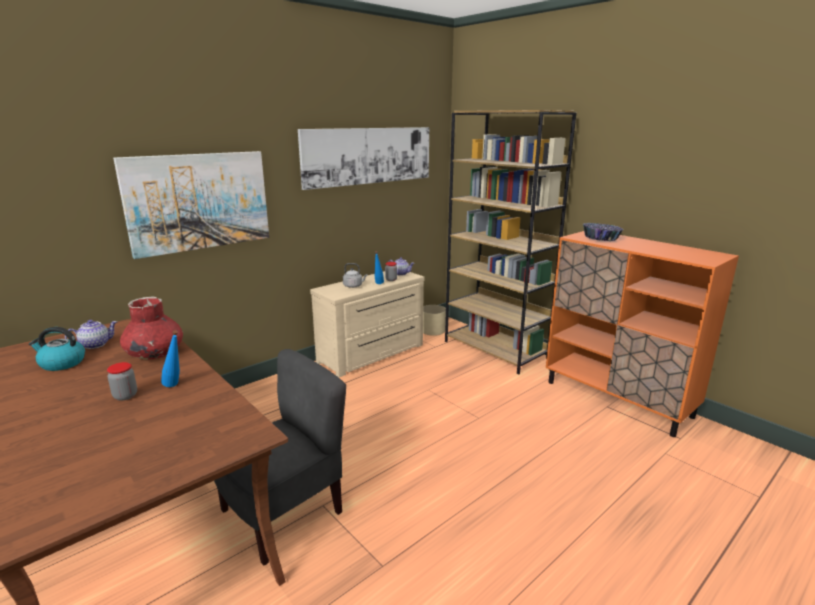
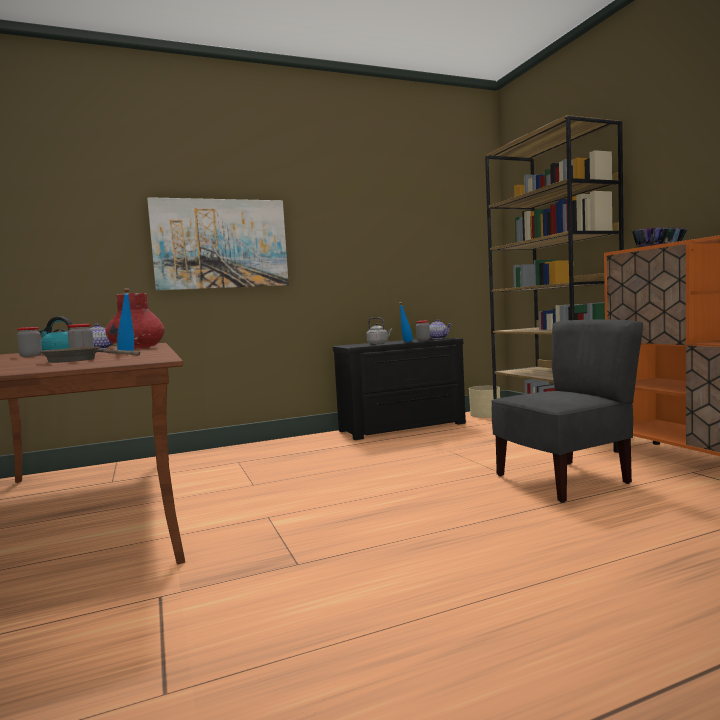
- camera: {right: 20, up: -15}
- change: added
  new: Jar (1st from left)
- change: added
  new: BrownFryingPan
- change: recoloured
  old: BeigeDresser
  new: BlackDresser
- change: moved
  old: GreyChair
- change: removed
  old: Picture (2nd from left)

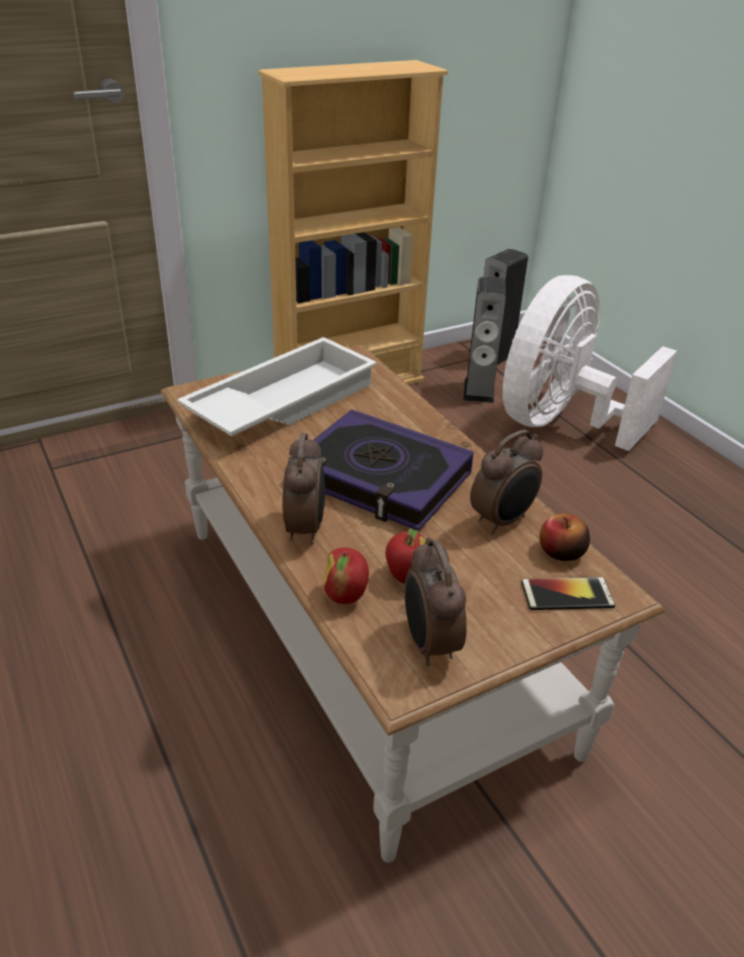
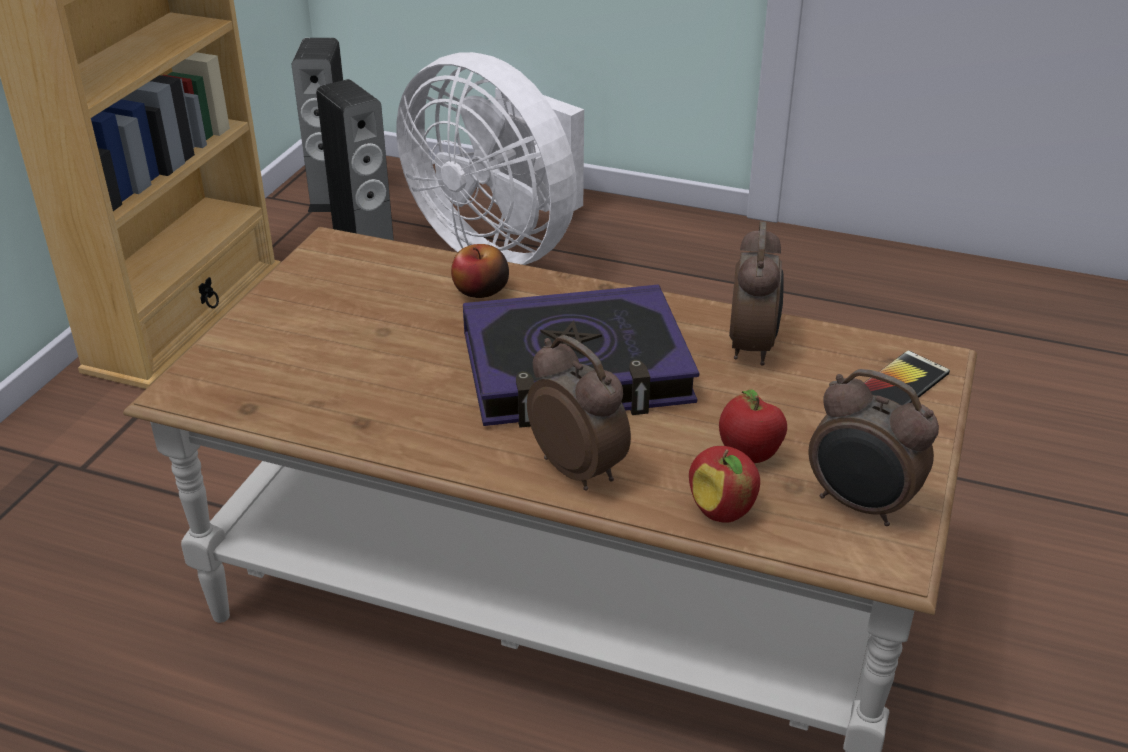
- camera: {right: -40, up: 0}
- change: turned
  old: WhiteFan
  degrees: -45
- change: moved
  old: Apple (3rd from left in the first image)
  new: Apple (1st from left)
- change: removed
  old: WhiteTray

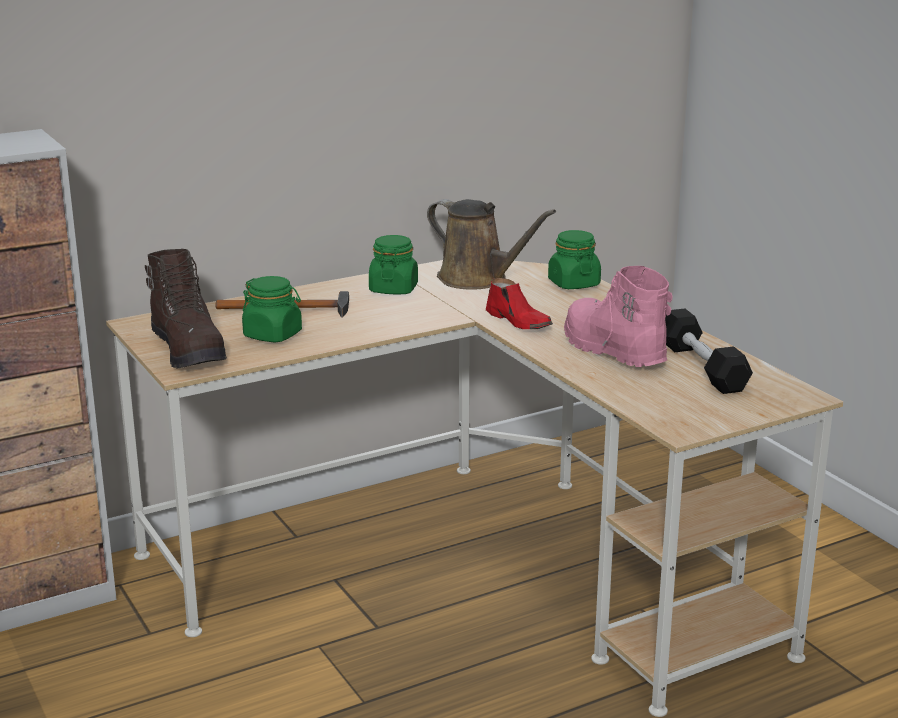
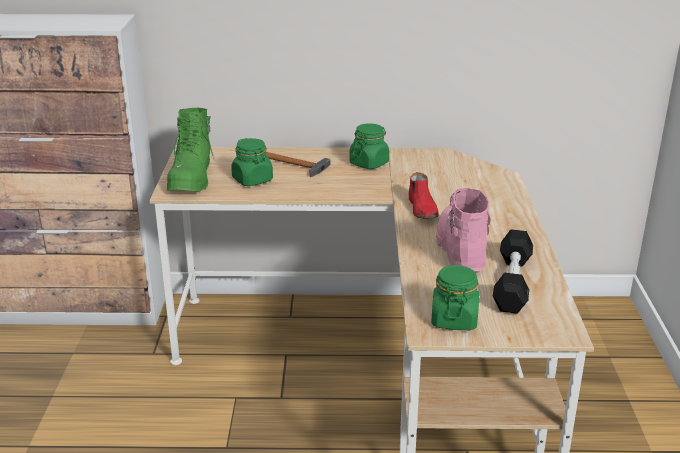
- camera: {right: 30, up: 5}
- change: recoloured
  old: BrownBoot
  new: GreenBoot
- change: moved
  old: GreenJar (3rd from left)
- change: removed
  old: BrownWateringCan

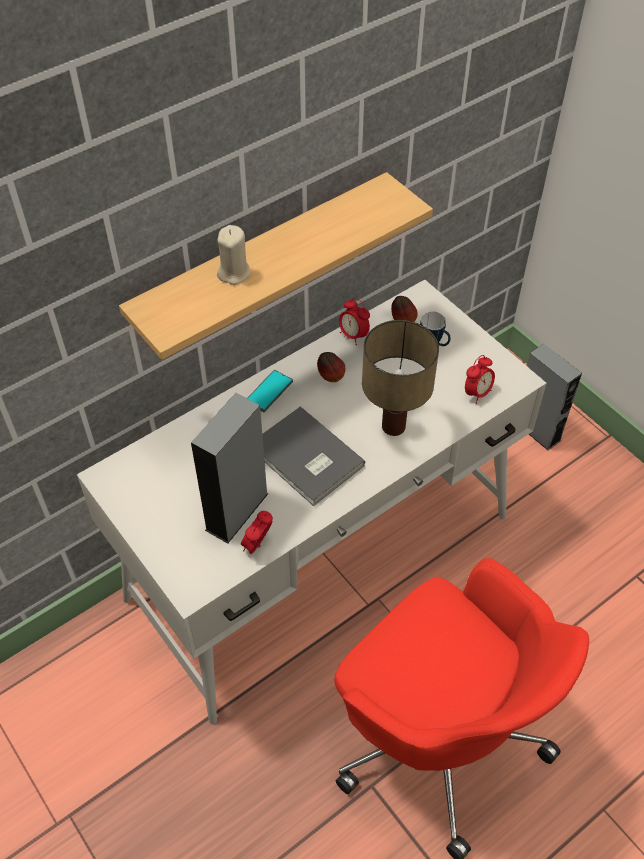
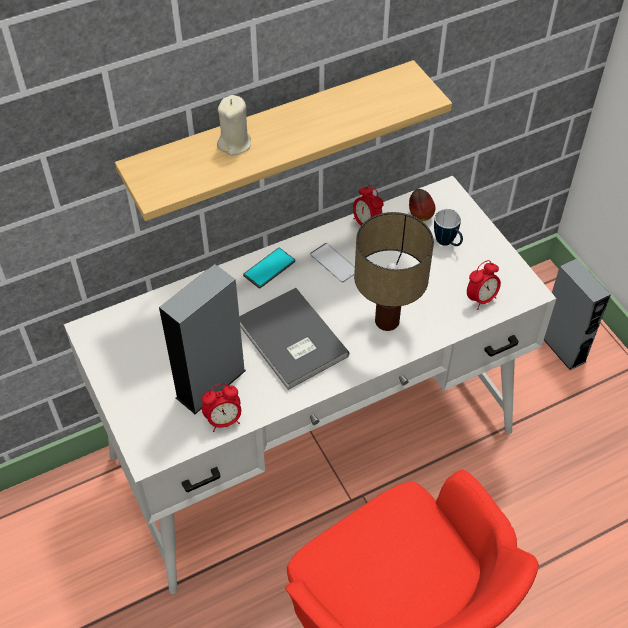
- camera: {right: 10, up: 0}
- change: turned
  old: AlarmClock (1st from left)
  degrees: -150
- change: replaced
  old: Apple (1st from left)
  new: Phone (2nd from left)

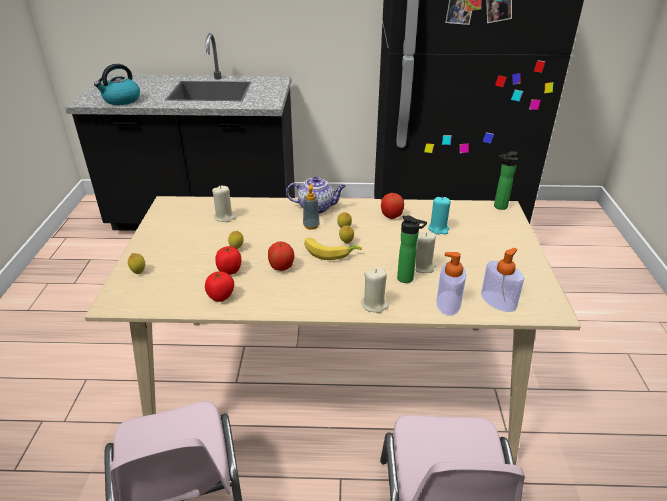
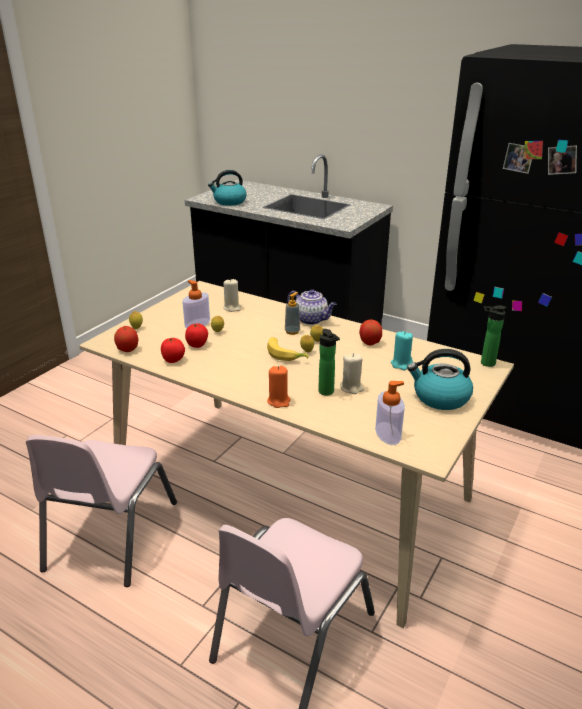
- camera: {right: 30, up: -5}
- change: moved
  old: Apple (1st from left)
- change: moved
  old: SoapDispenser (2nd from left in the first image)
  new: SoapDispenser (1st from left)
- change: recoloured
  old: BeigeCandle (2nd from left)
  new: OrangeCandle
- change: added
  new: Kettle (2nd from left)

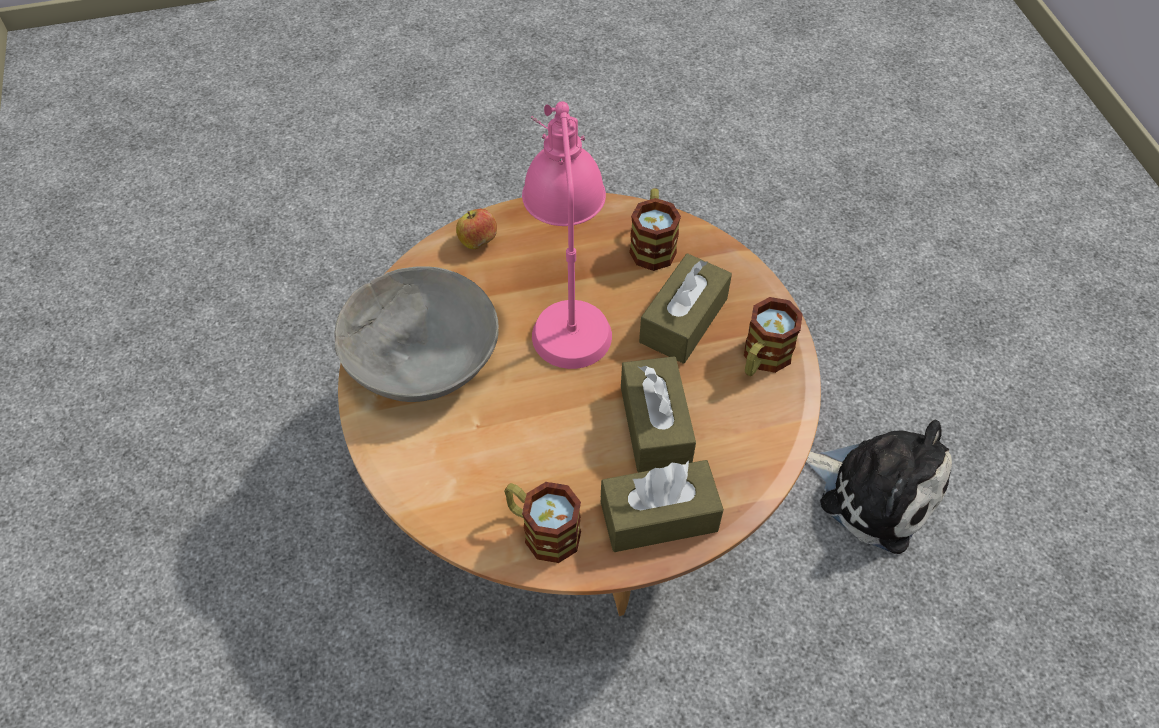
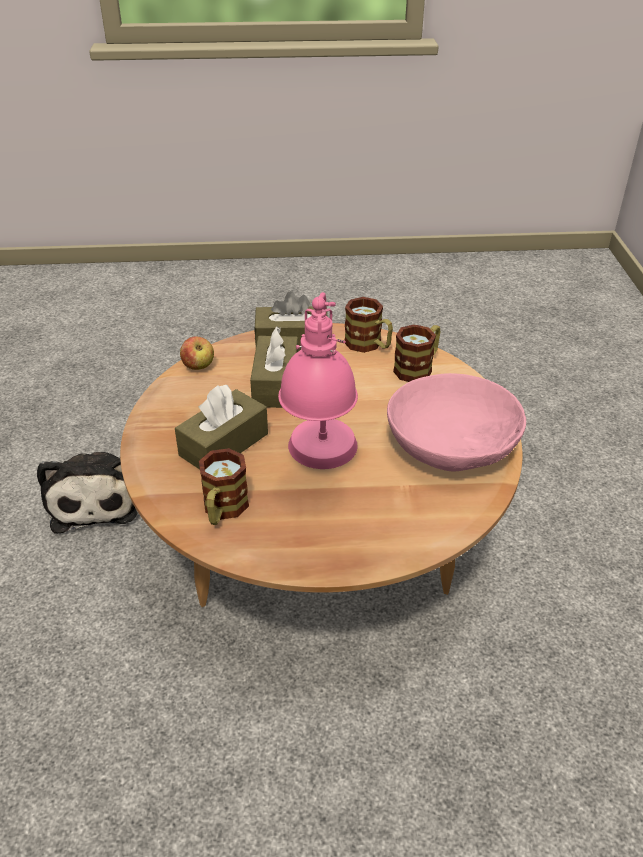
- camera: {right: -170, up: -15}
- change: turned
  old: PlushToy
  degrees: -150
- change: moved
  old: Apple
- change: recoloured
  old: GreyBowl
  new: PinkBowl
- change: moved
  old: Mug (3rd from left)

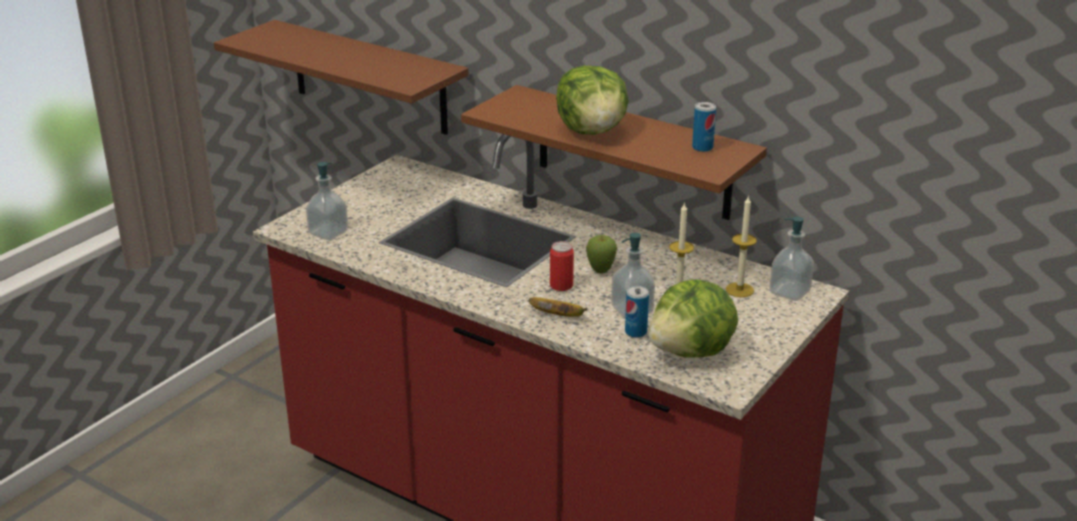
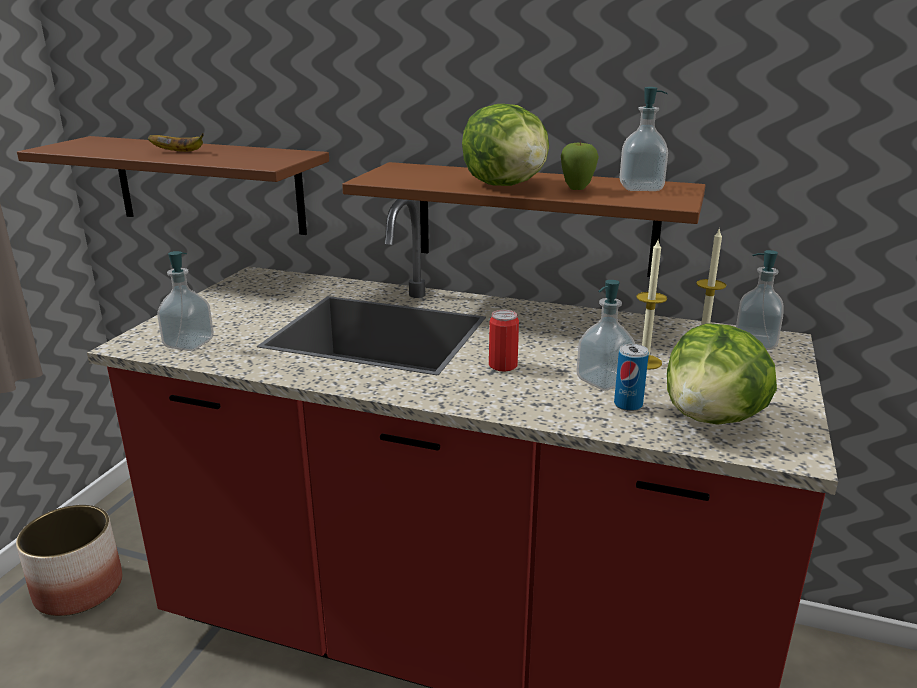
- camera: {right: -15, up: -5}
- change: added
  new: Planter
- change: moved
  old: Banana
- change: moved
  old: Apple
- change: replaced
  old: Can (3rd from left)
  new: SoapDispenser (3rd from left)

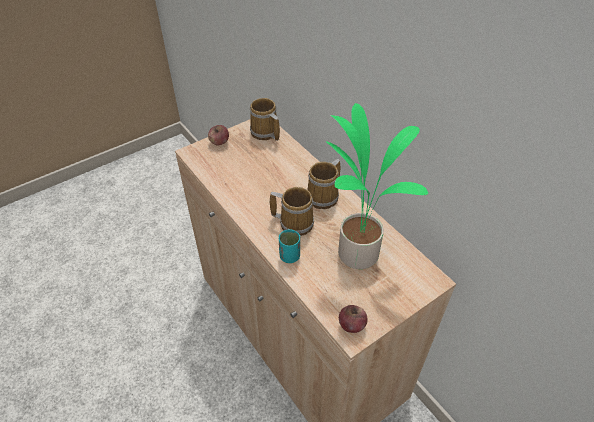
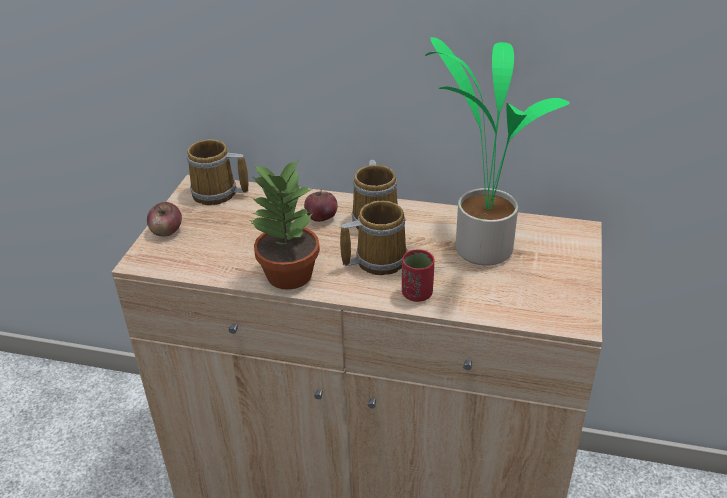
- camera: {right: -40, up: -10}
- change: added
  new: PottedPlant (1st from left)
- change: moved
  old: Apple (2nd from left)
- change: recoloured
  old: TurquoiseCup
  new: RedCup

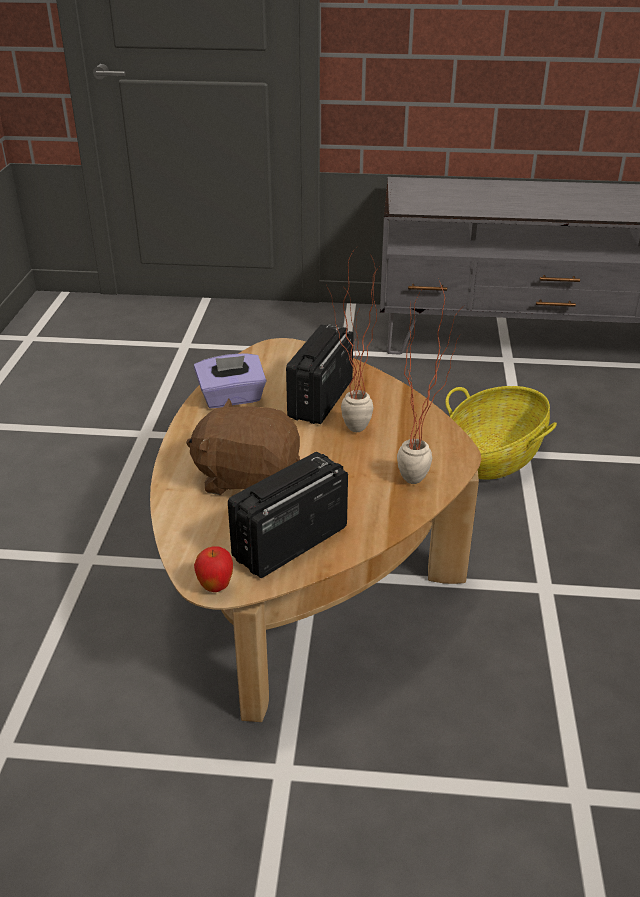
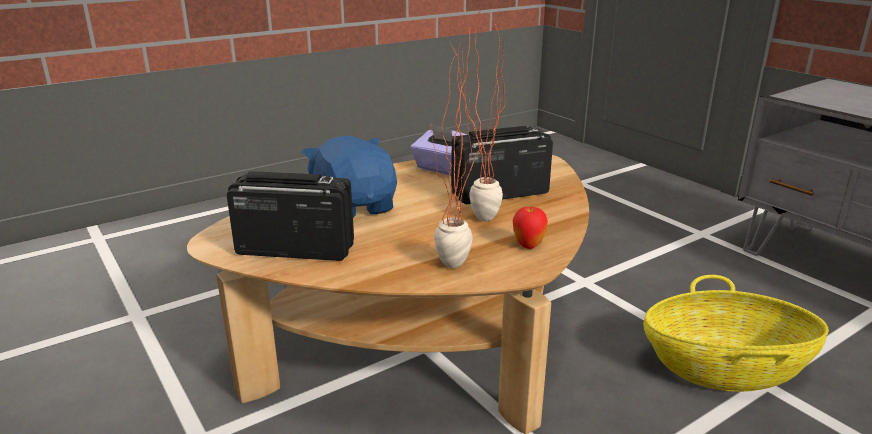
- camera: {right: 50, up: -10}
- change: recoloured
  old: BrownPlushToy
  new: BluePlushToy
- change: moved
  old: Apple

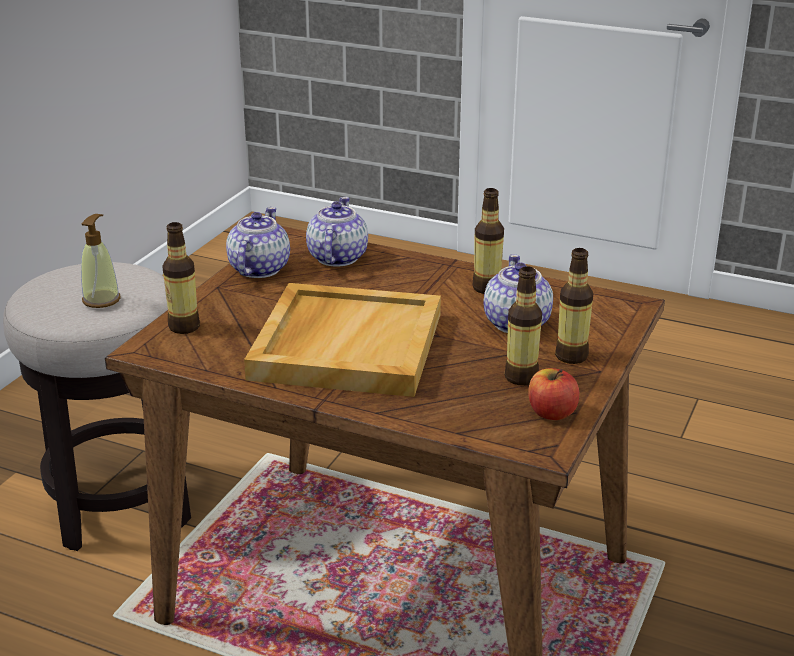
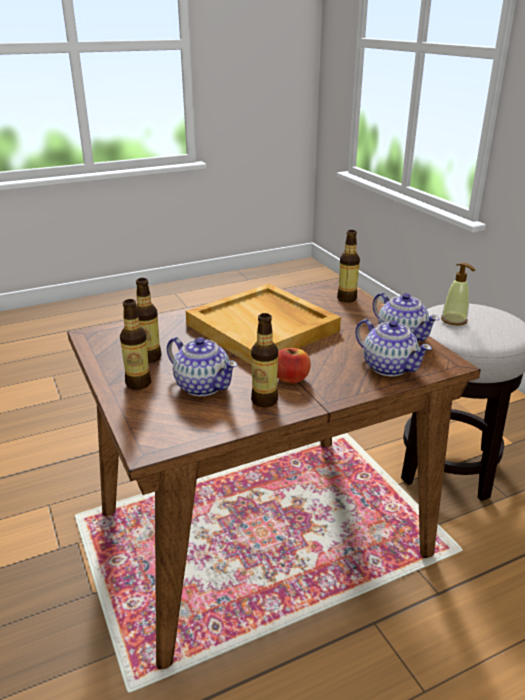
- camera: {right: 130, up: 0}
- change: moved
  old: Apple

